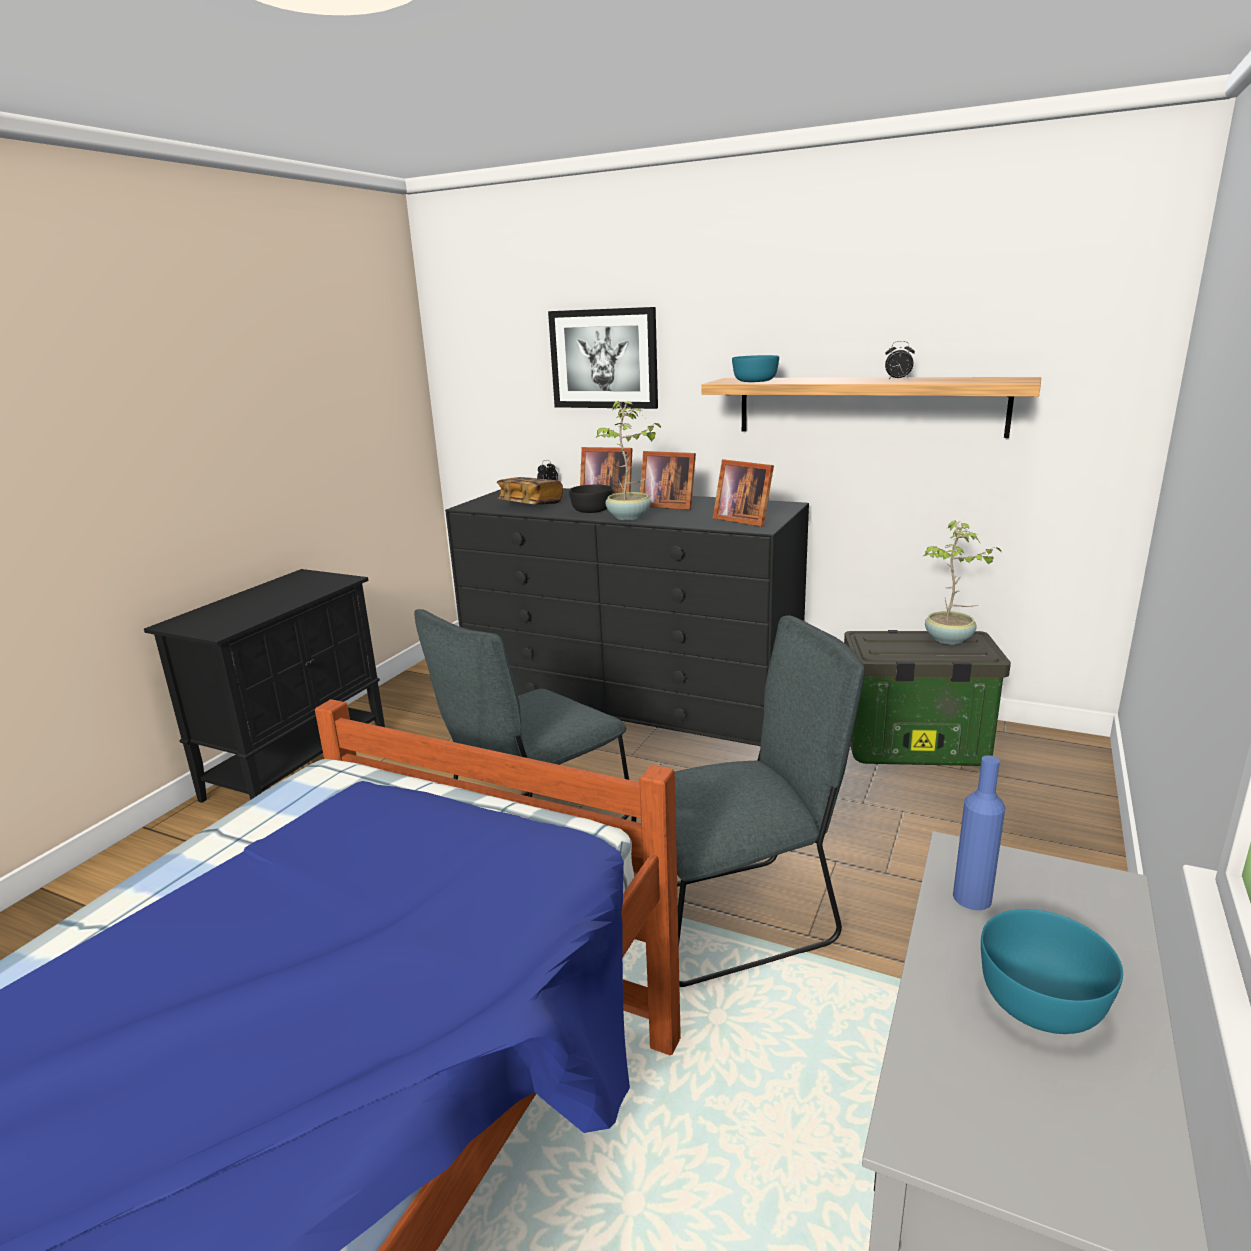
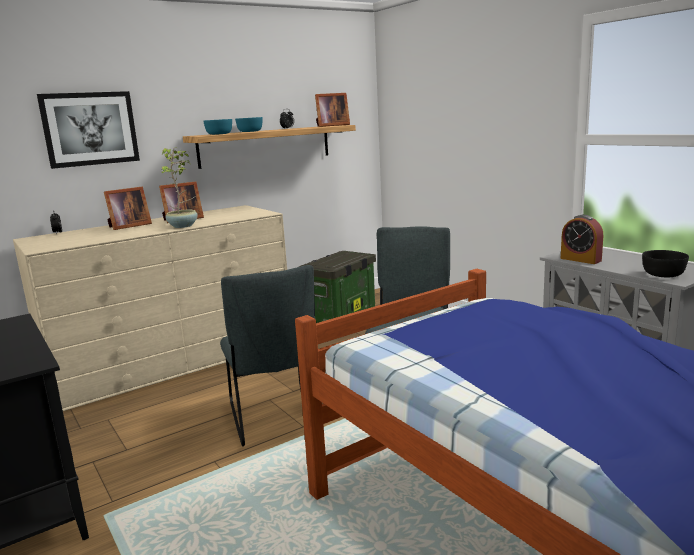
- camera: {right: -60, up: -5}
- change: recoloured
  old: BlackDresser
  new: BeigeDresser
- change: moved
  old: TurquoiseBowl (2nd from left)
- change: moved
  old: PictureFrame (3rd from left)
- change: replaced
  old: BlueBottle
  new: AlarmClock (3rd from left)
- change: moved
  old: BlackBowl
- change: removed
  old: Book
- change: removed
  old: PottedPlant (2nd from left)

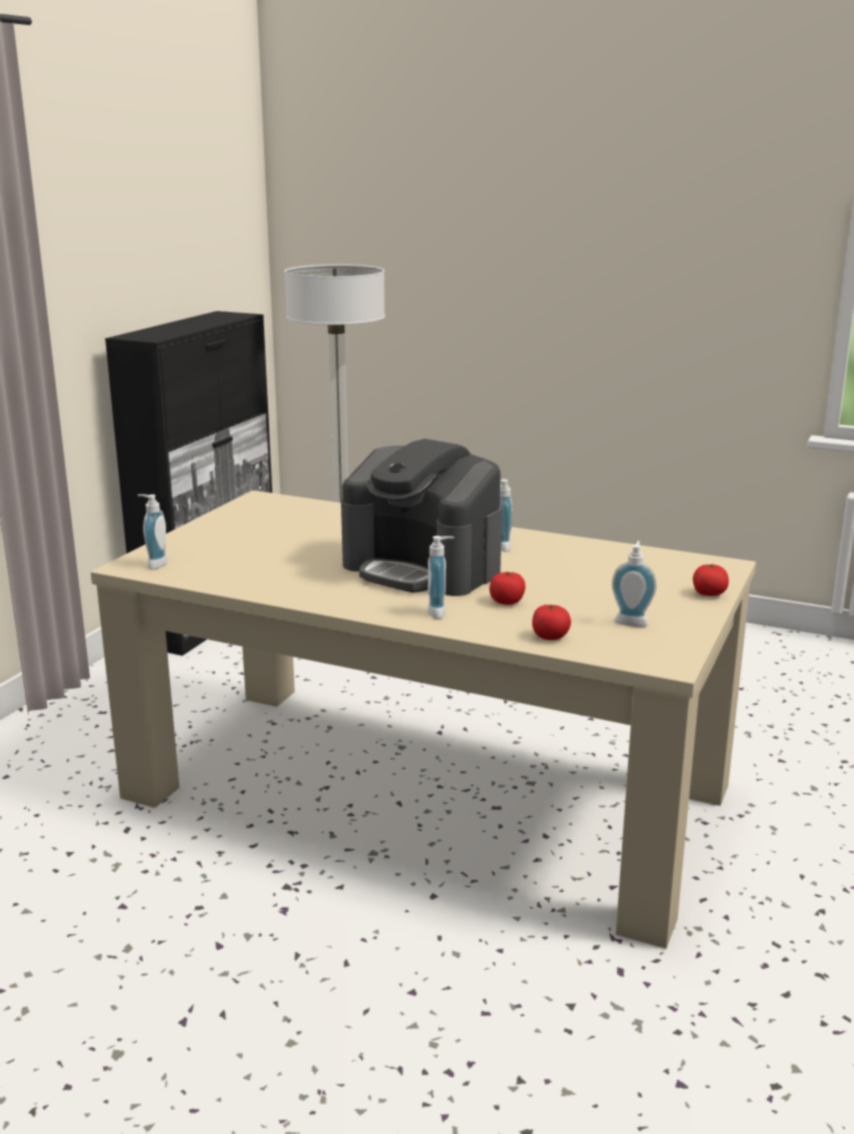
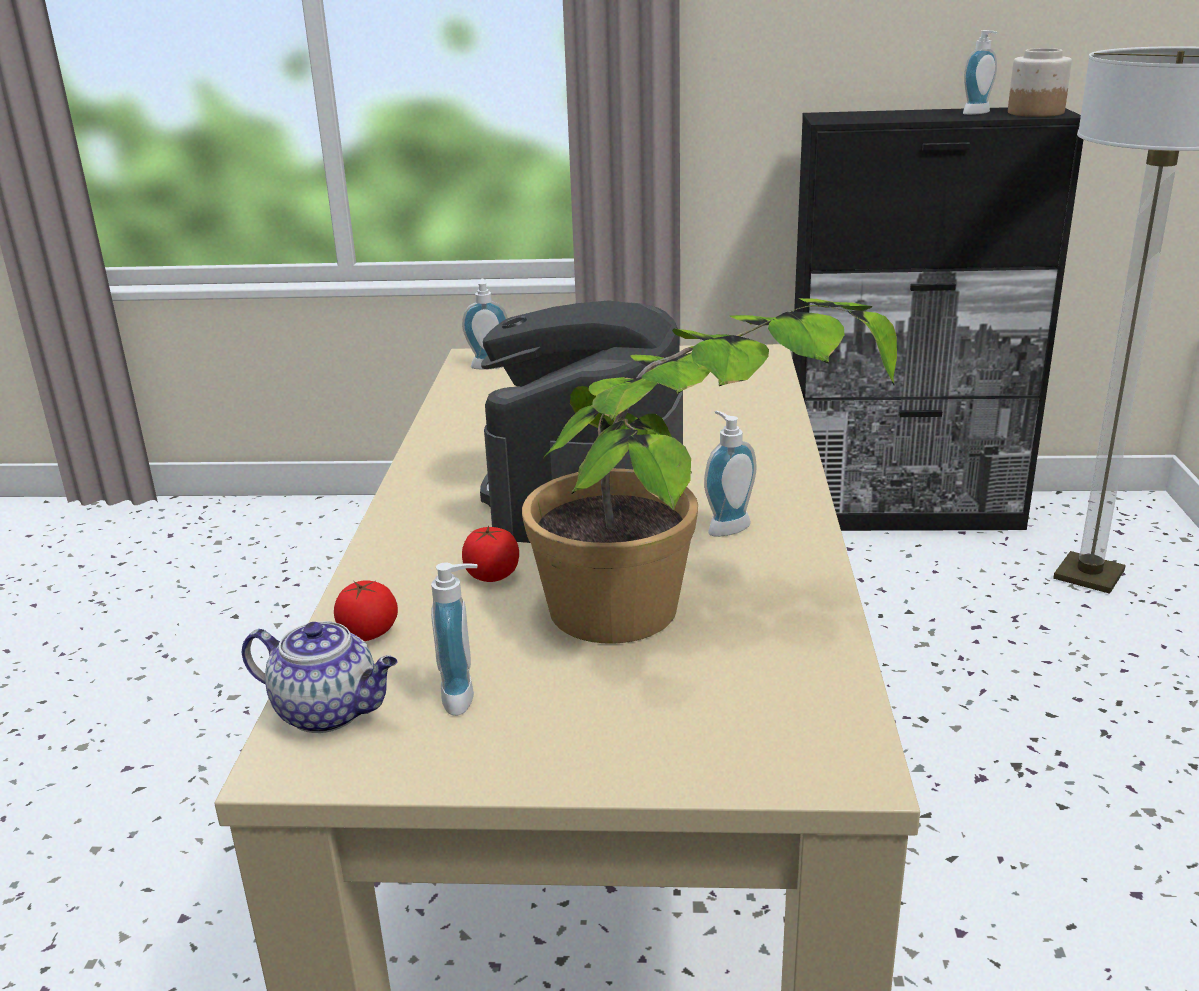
- camera: {right: 70, up: 5}
- change: added
  new: Teapot
- change: added
  new: PottedPlant
- change: moved
  old: SoapDispenser (2nd from left in the first image)
  new: SoapDispenser (4th from left)
- change: added
  new: Jar
- change: removed
  old: Tomato (3rd from left)

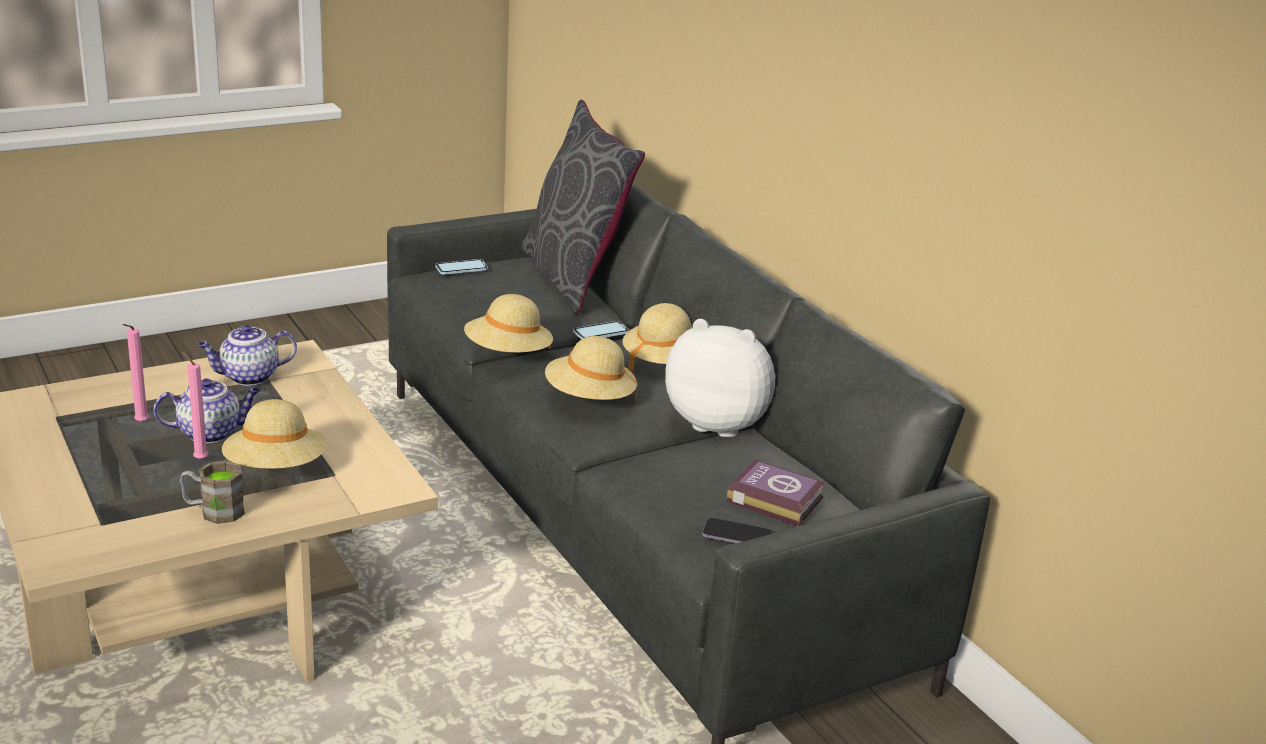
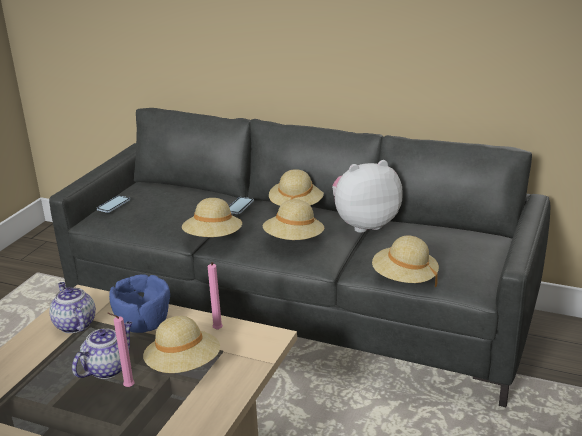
- camera: {right: -35, up: 0}
- change: turned
  old: Teapot (2nd from left in the first image)
  degrees: 120
- change: added
  new: BlueBowl
- change: moved
  old: PinkCandle (1st from left in the first image)
  new: PinkCandle (2nd from left)
- change: added
  new: BeigeHat (5th from left)
- change: removed
  old: BrownMug
- change: removed
  old: GreyPillow
- change: removed
  old: Phone (3rd from left)
- change: removed
  old: Book

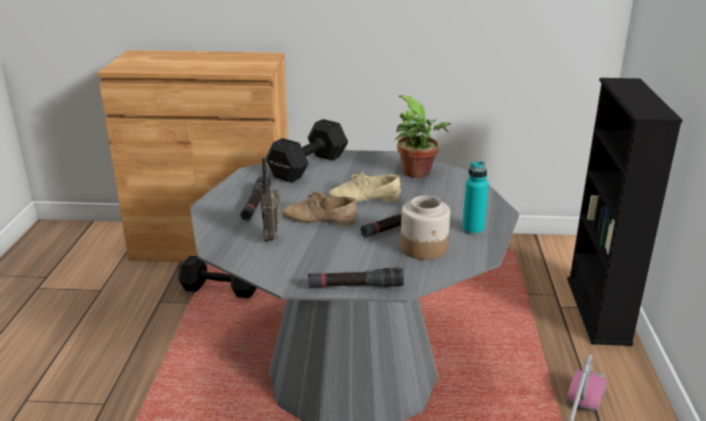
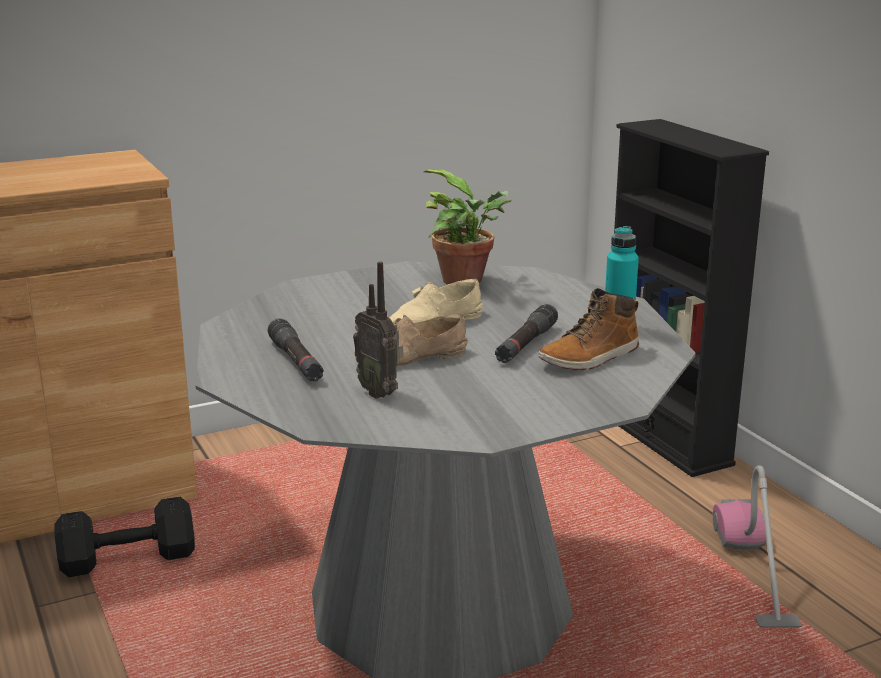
- camera: {right: -30, up: -5}
- change: replaced
  old: Jar
  new: Boot
- change: removed
  old: BlackDumbbell (2nd from left)
- change: removed
  old: BlackFlashlight (2nd from left)

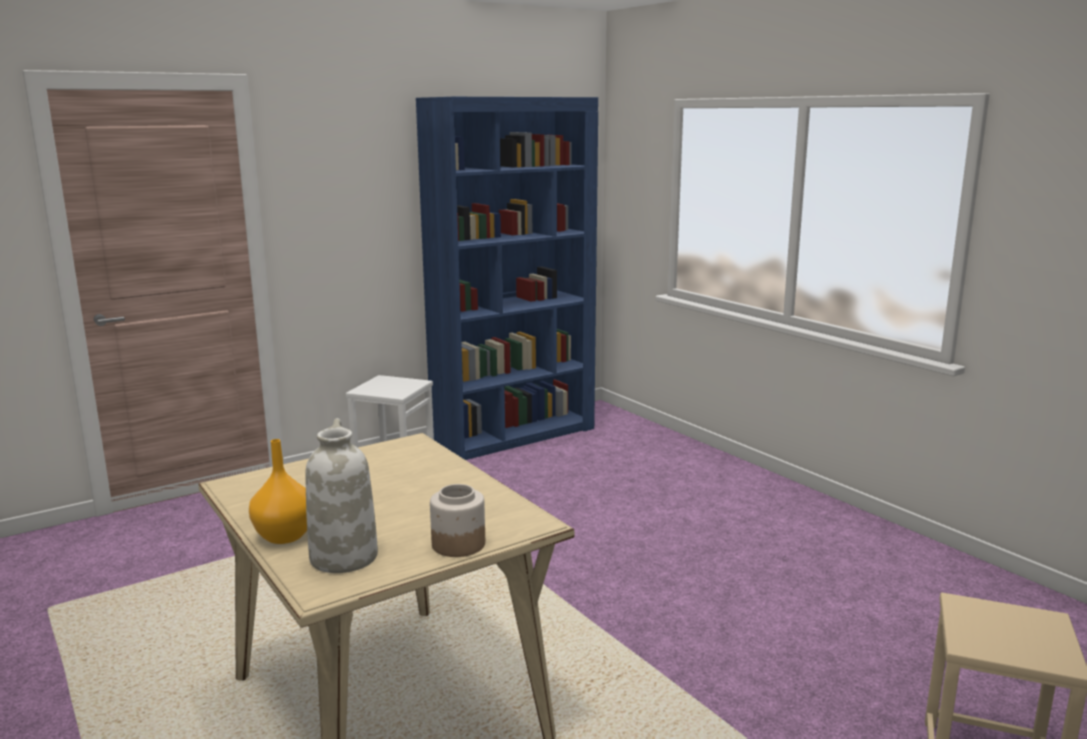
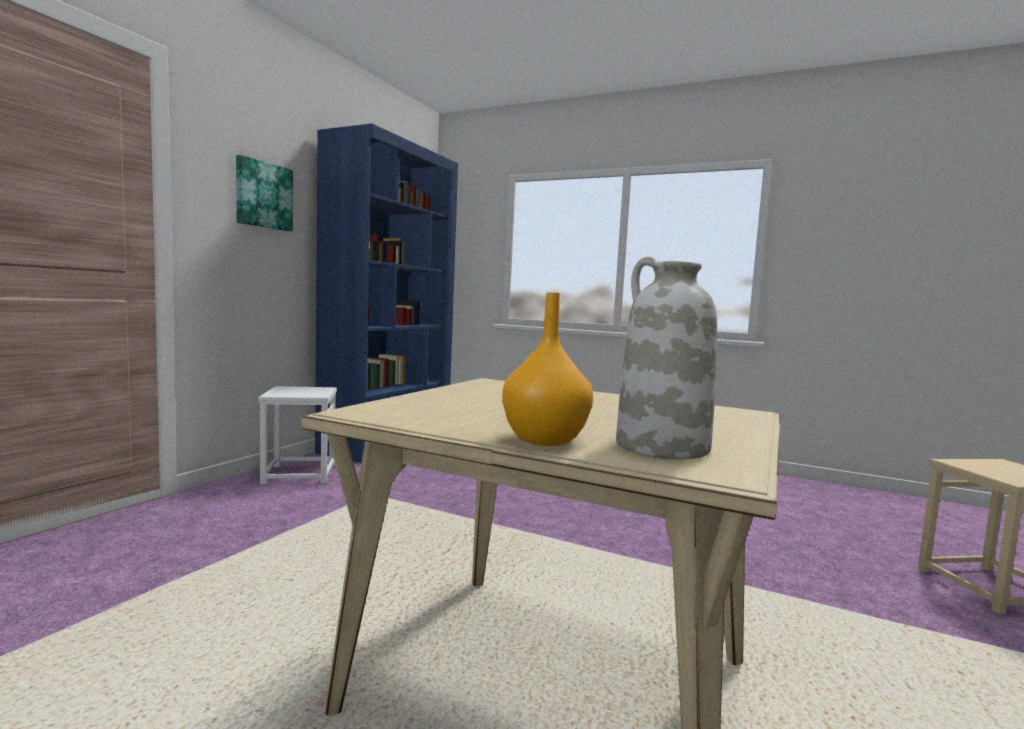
- camera: {right: -30, up: -10}
- change: added
  new: Picture
- change: removed
  old: Jar

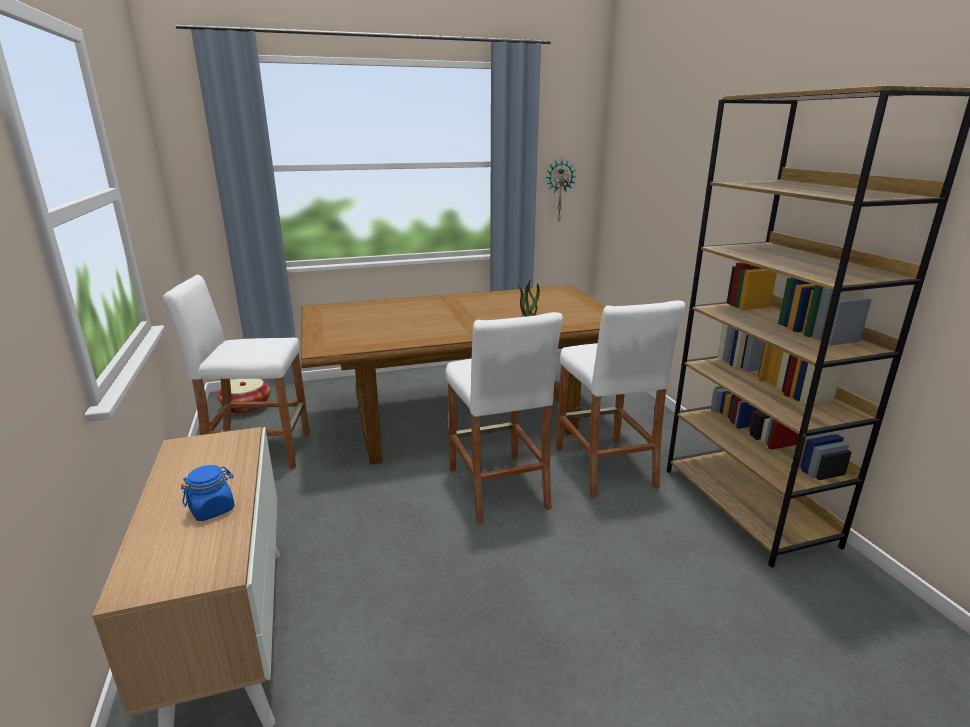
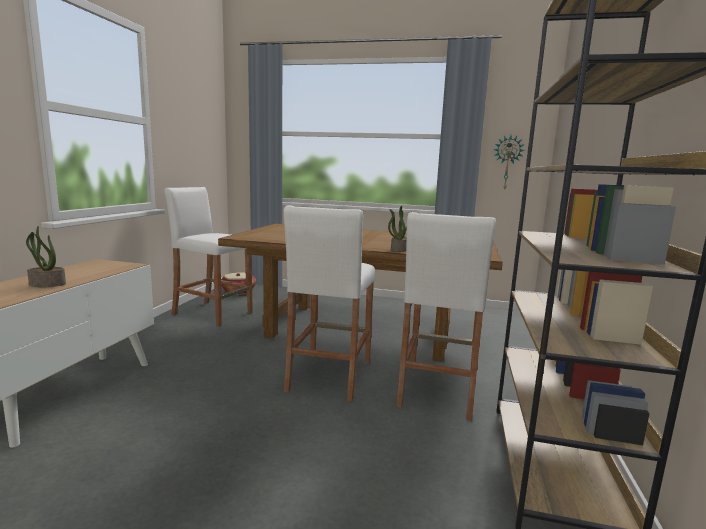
- camera: {right: 30, up: -10}
- change: replaced
  old: BlueJar
  new: PottedPlant (1st from left)

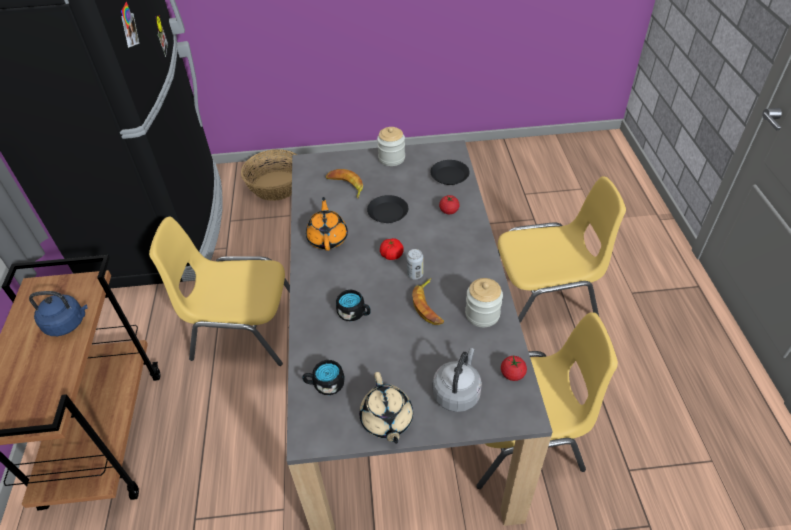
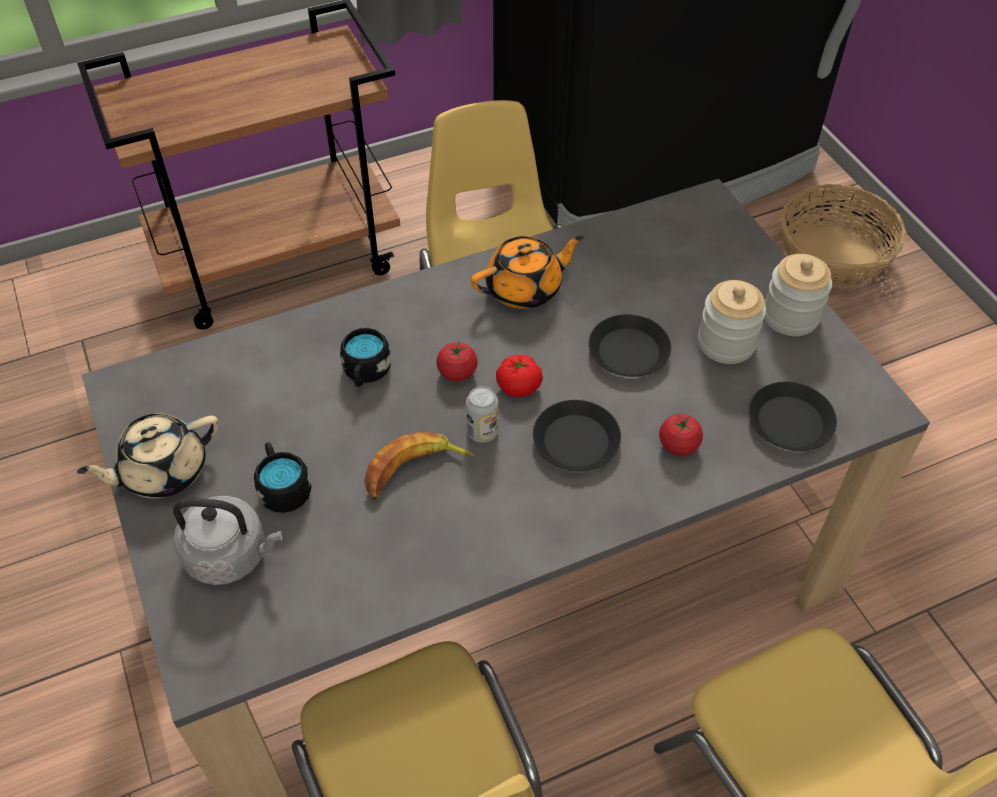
- camera: {right: 70, up: 5}
- change: moved
  old: BlackMug (1st from left)
- change: moved
  old: Tomato (3rd from left in the first image)
  new: Tomato (1st from left)
- change: added
  new: BlackPlate (1st from left)
- change: moved
  old: Jar (2nd from left in the first image)
  new: Jar (1st from left)
- change: removed
  old: BlueKettle
- change: removed
  old: Banana (1st from left)

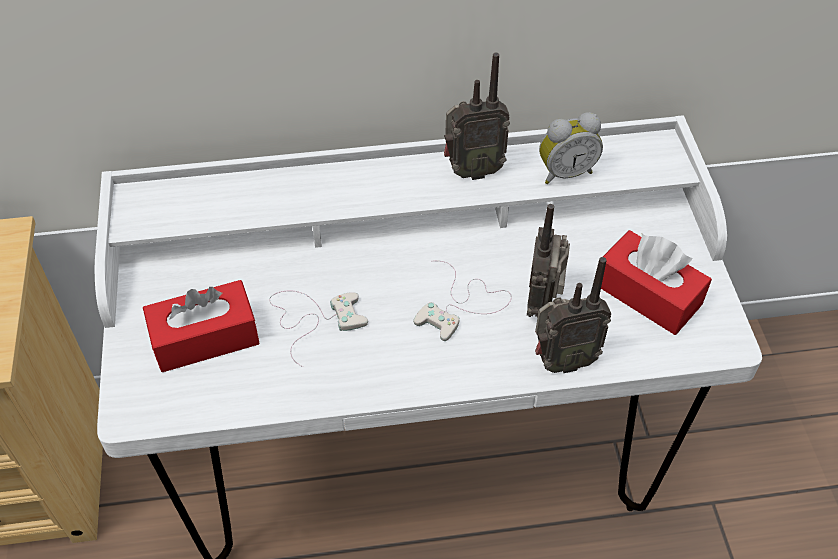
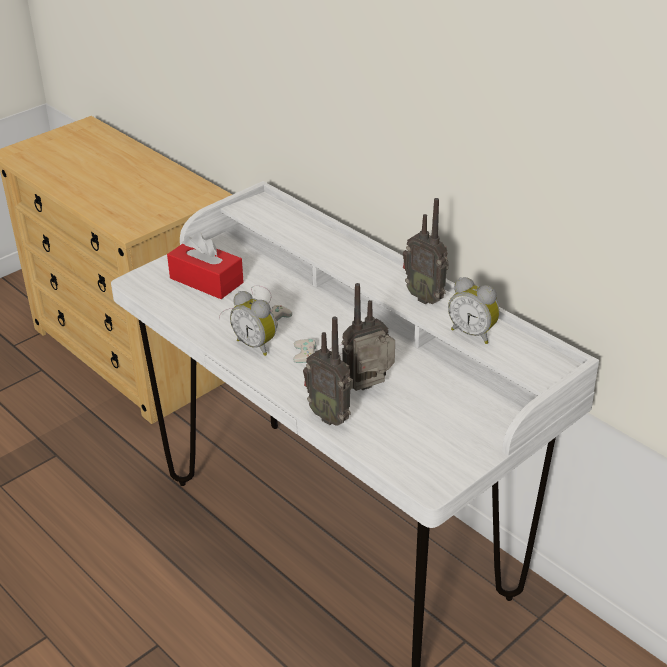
- camera: {right: 55, up: -15}
- change: added
  new: AlarmClock (1st from left)
- change: removed
  old: RedTissueBox (2nd from left)

